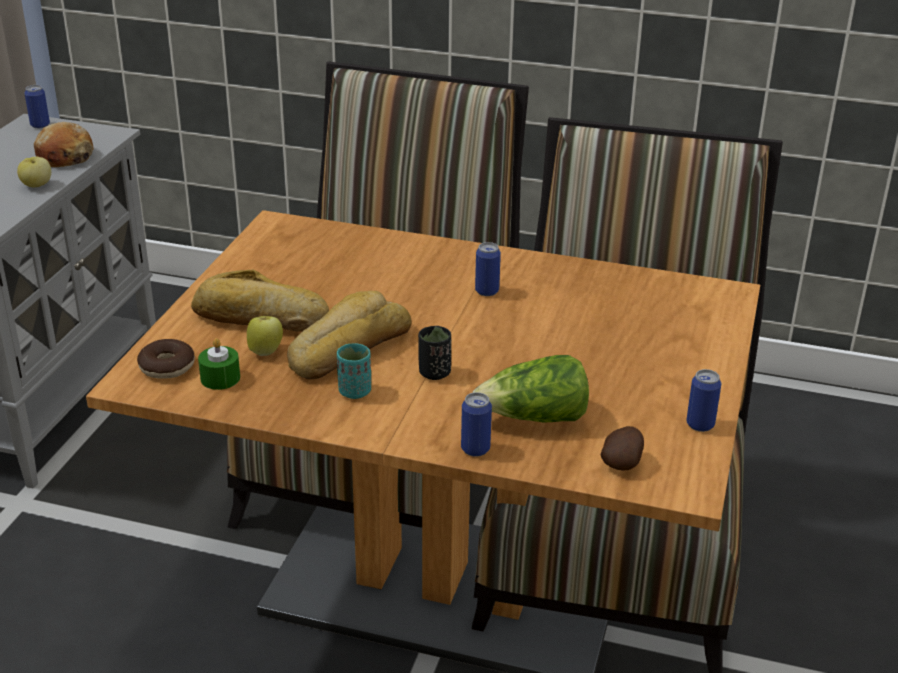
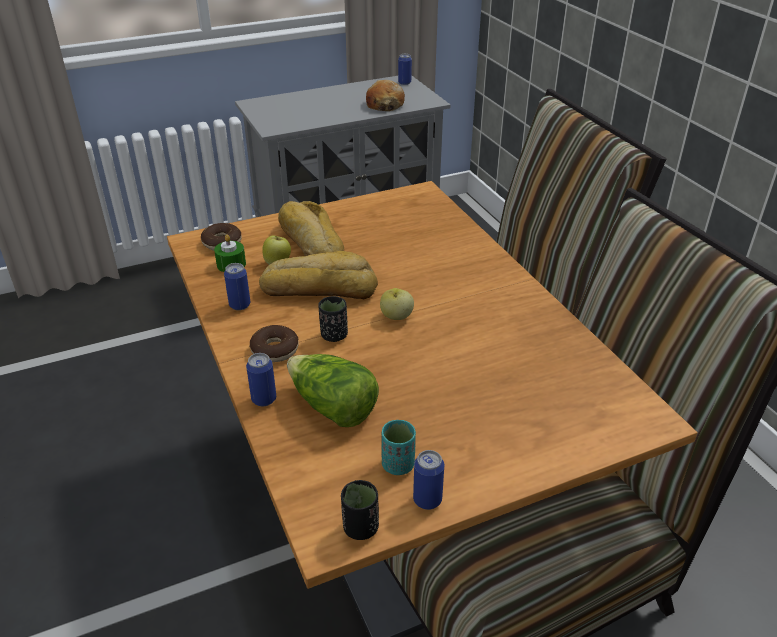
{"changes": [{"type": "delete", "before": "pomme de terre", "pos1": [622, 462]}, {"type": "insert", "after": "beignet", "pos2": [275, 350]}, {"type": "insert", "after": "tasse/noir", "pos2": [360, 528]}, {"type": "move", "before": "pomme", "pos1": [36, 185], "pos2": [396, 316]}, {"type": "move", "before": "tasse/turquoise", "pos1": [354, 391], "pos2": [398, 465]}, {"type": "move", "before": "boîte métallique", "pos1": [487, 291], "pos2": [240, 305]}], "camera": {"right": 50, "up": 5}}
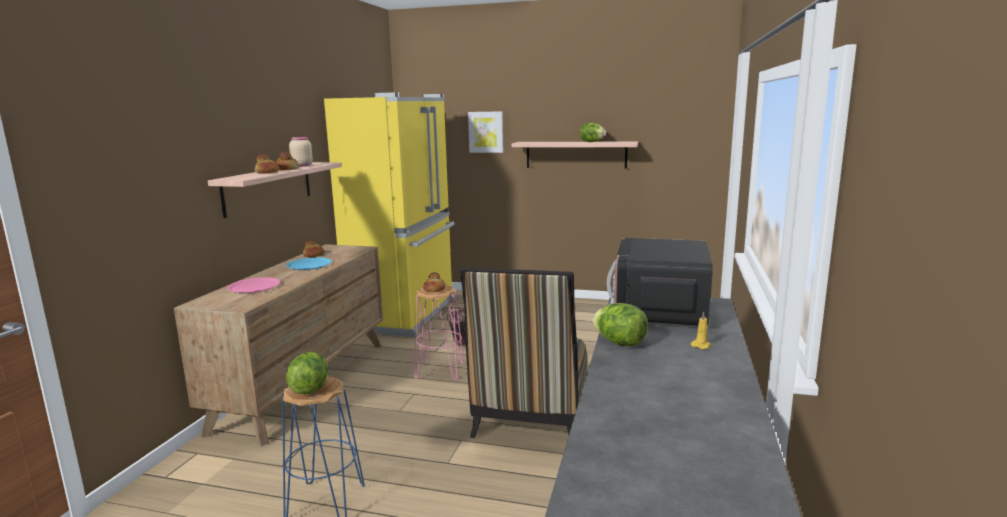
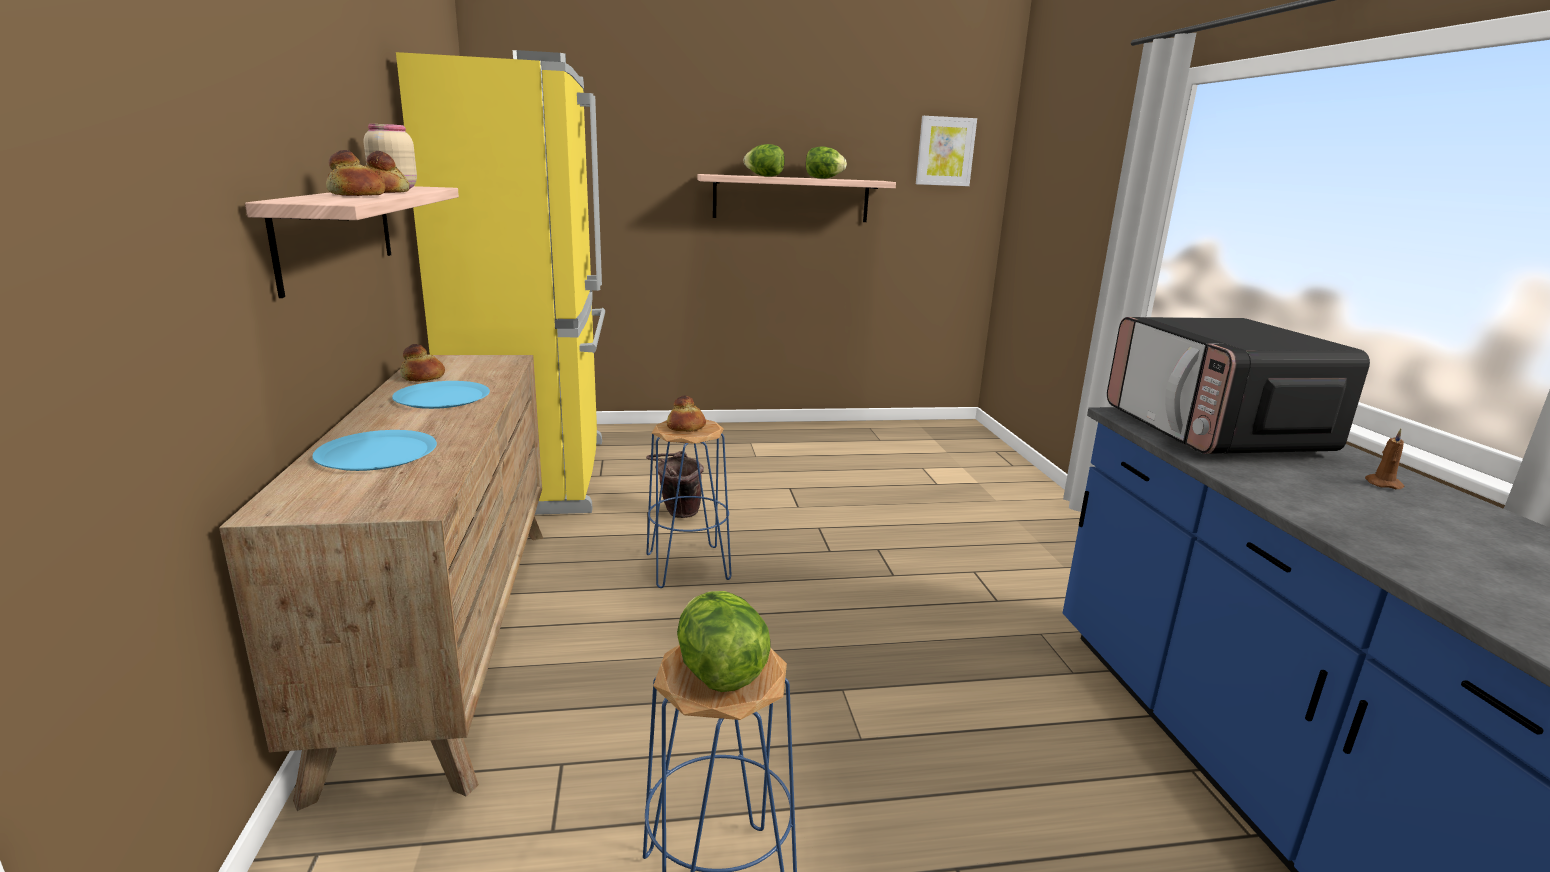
{"changes": [{"type": "delete", "before": "chaise", "pos1": [531, 417]}, {"type": "move", "before": "tableau", "pos1": [486, 132], "pos2": [945, 151]}, {"type": "move", "before": "laitue", "pos1": [619, 343], "pos2": [764, 176]}, {"type": "recolor", "before": "assiette/rose", "after": "assiette/bleu", "pos1": [254, 286], "pos2": [376, 453]}, {"type": "recolor", "before": "tabouret/rose", "after": "tabouret/bleu", "pos1": [440, 370], "pos2": [688, 566]}, {"type": "recolor", "before": "bougie/jaune", "after": "bougie/marron", "pos1": [701, 345], "pos2": [1382, 483]}], "camera": {"right": -25, "up": 5}}
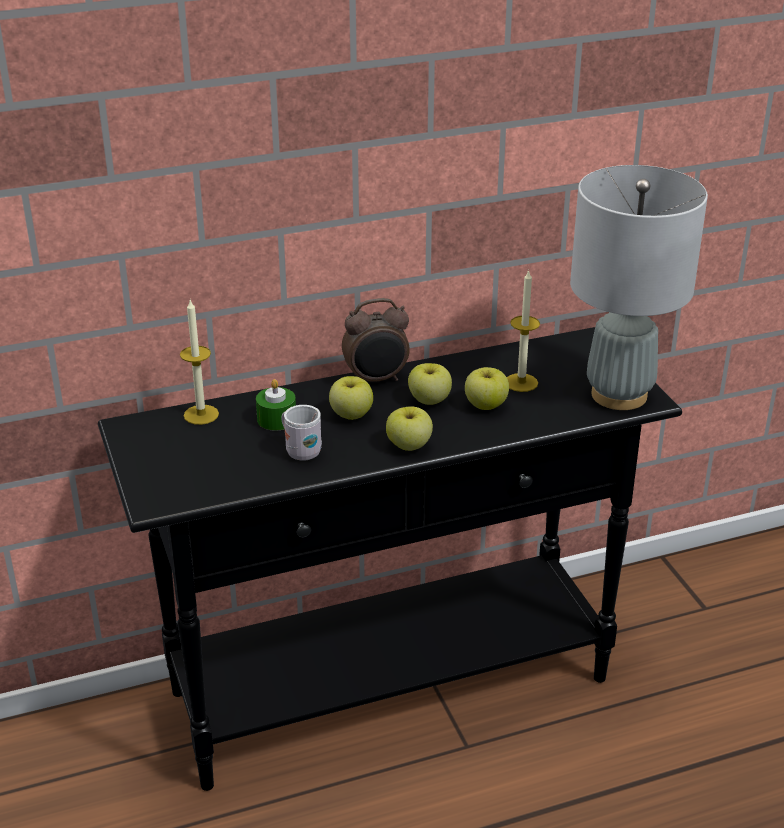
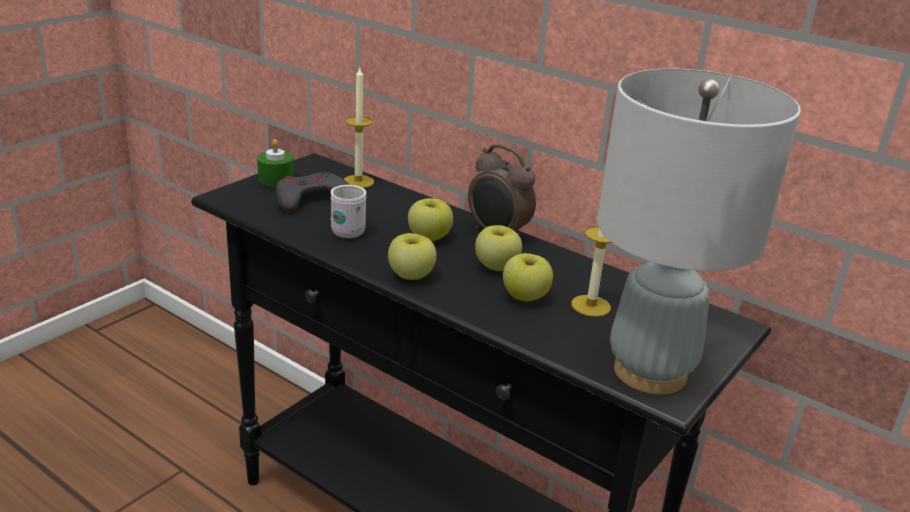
{"changes": [{"type": "insert", "after": "manette/gris", "pos2": [311, 199]}, {"type": "move", "before": "bougie/vert", "pos1": [276, 419], "pos2": [276, 179]}], "camera": {"right": 55, "up": -5}}
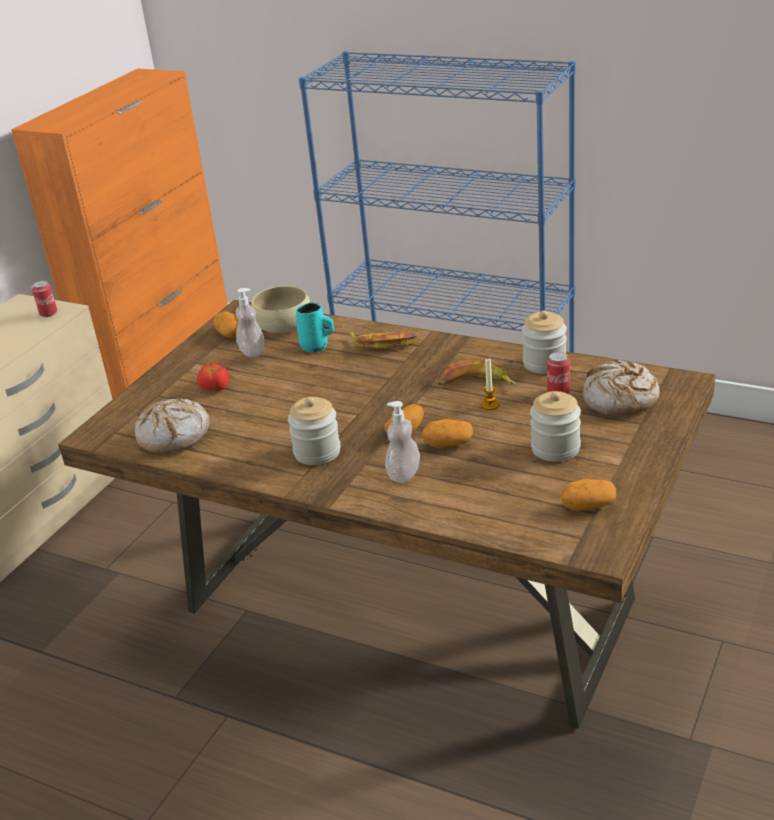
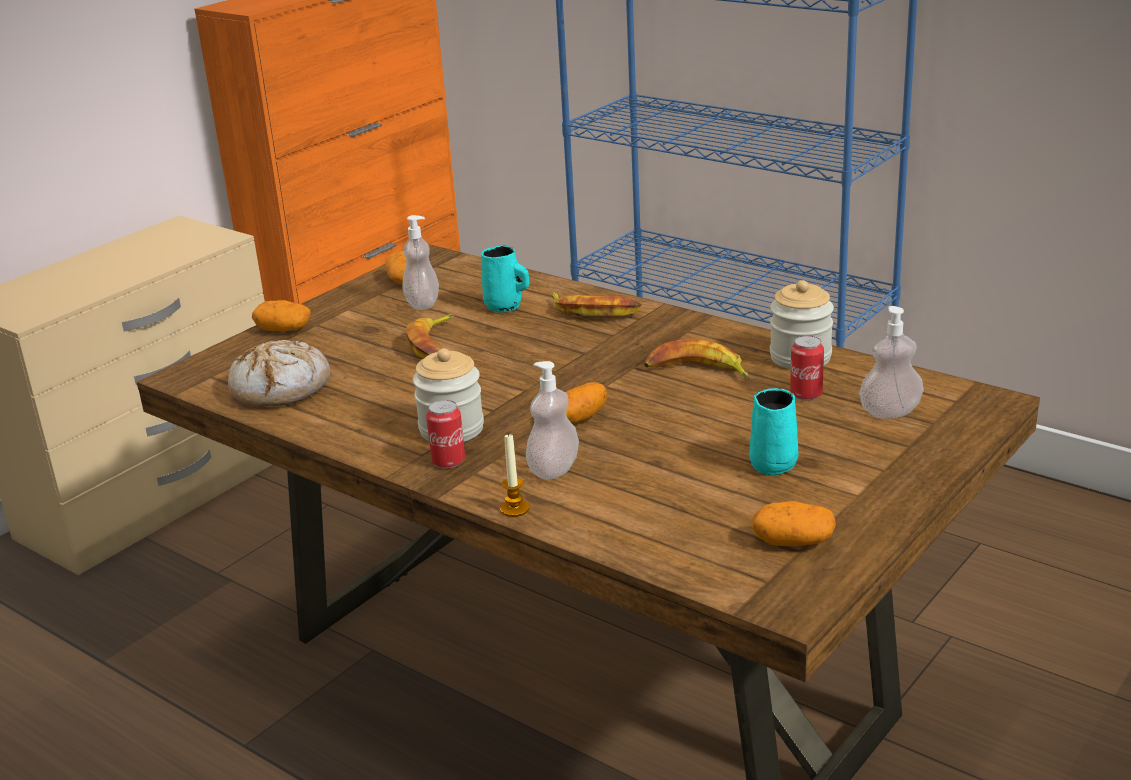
{"changes": [{"type": "delete", "before": "tomate", "pos1": [215, 387]}, {"type": "delete", "before": "bol/beige", "pos1": [283, 325]}, {"type": "insert", "after": "banane", "pos2": [435, 345]}, {"type": "move", "before": "boîte métallique", "pos1": [48, 313], "pos2": [448, 461]}, {"type": "move", "before": "pomme de terre", "pos1": [448, 444], "pos2": [283, 330]}, {"type": "move", "before": "bougie", "pos1": [490, 405], "pos2": [514, 509]}, {"type": "replace", "before": "bocal", "after": "mug/turquoise", "pos1": [555, 448], "pos2": [775, 463]}, {"type": "replace", "before": "pain", "after": "distributeur de savon", "pos1": [620, 399], "pos2": [890, 412]}], "camera": {"right": 10, "up": -5}}
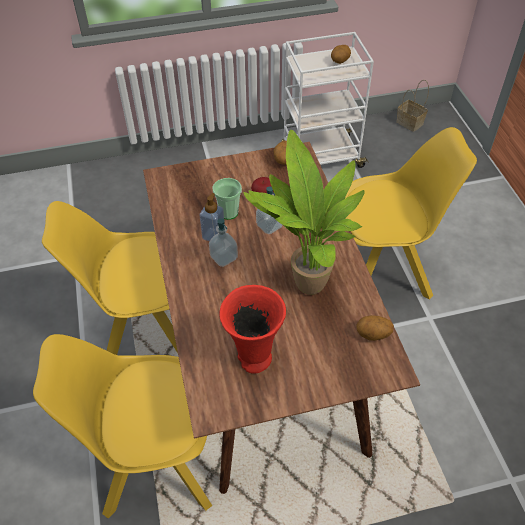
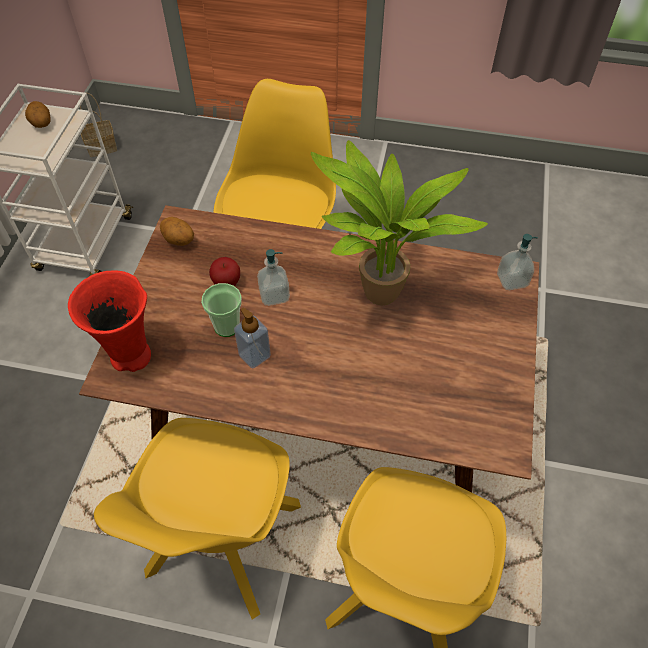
{"changes": [{"type": "delete", "before": "pomme de terre", "pos1": [373, 335]}, {"type": "move", "before": "distributeur de savon", "pos1": [224, 257], "pos2": [512, 280]}, {"type": "move", "before": "vase/rouge", "pos1": [254, 359], "pos2": [132, 357]}], "camera": {"right": -65, "up": 5}}
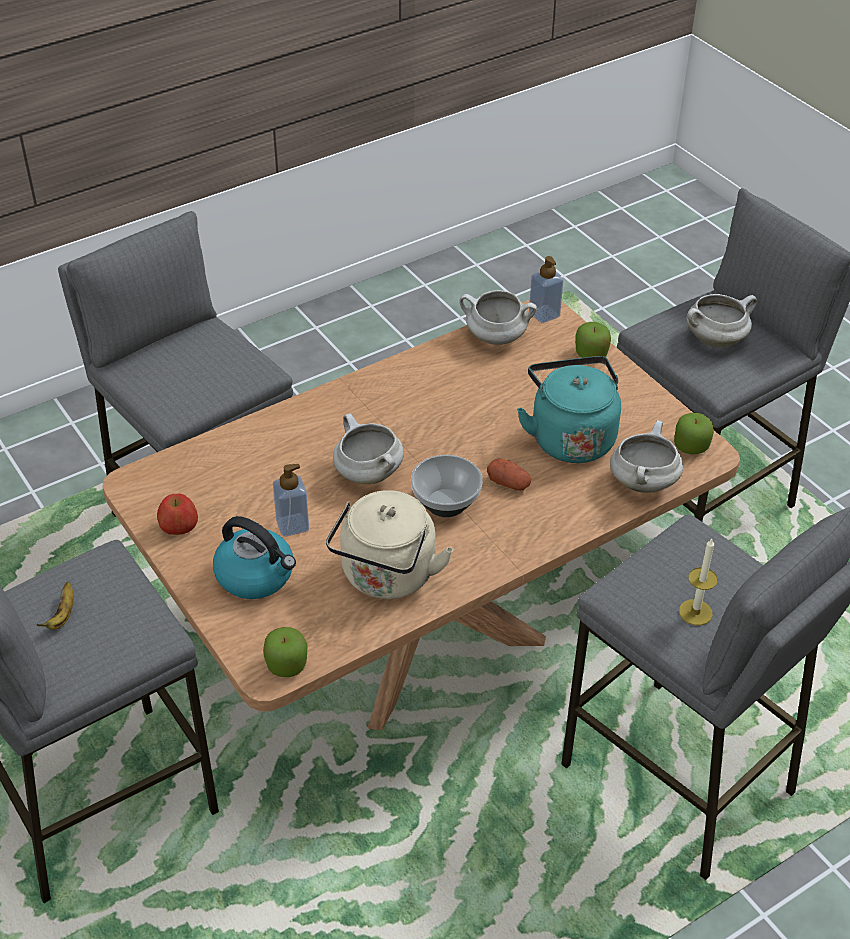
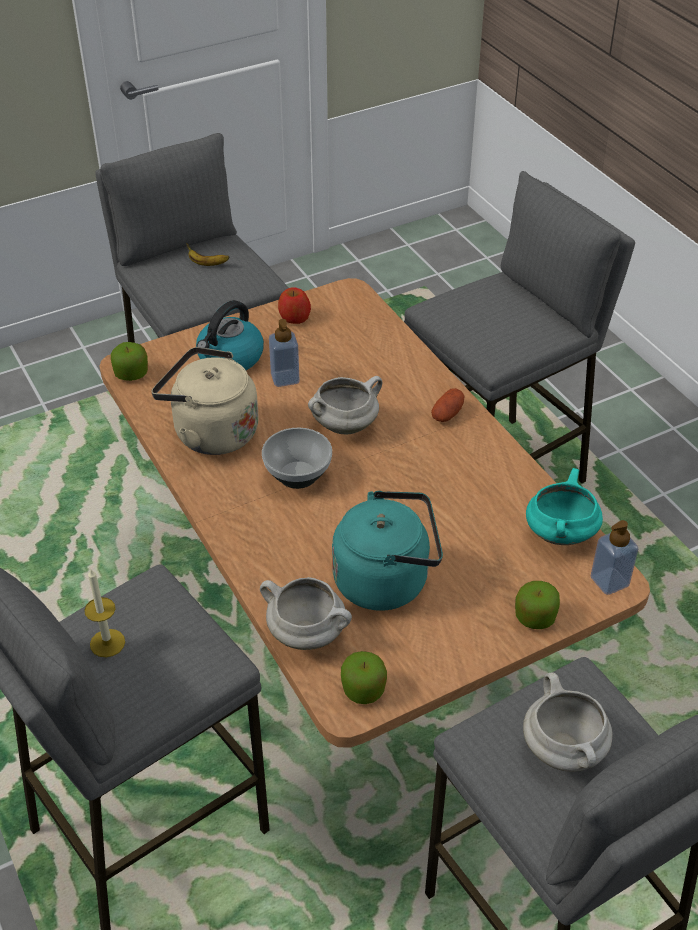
{"changes": [{"type": "move", "before": "pomme de terre", "pos1": [508, 483], "pos2": [447, 414]}, {"type": "recolor", "before": "marmite/blanc", "after": "marmite/turquoise", "pos1": [495, 338], "pos2": [560, 533]}], "camera": {"right": 95, "up": 0}}
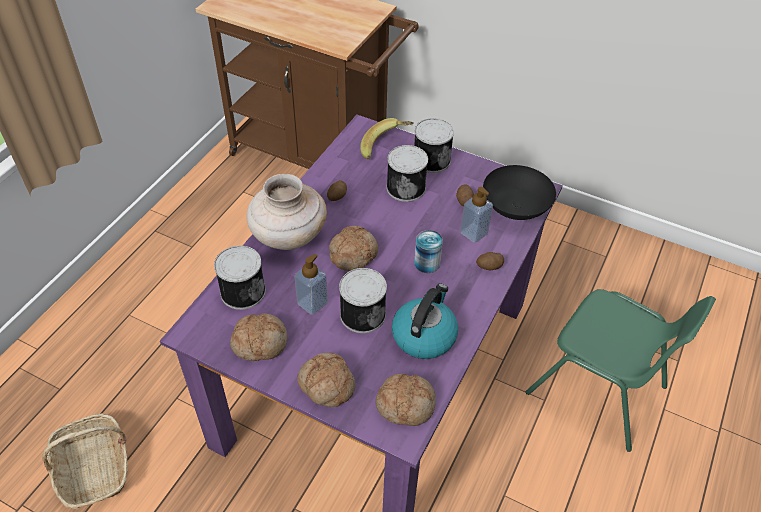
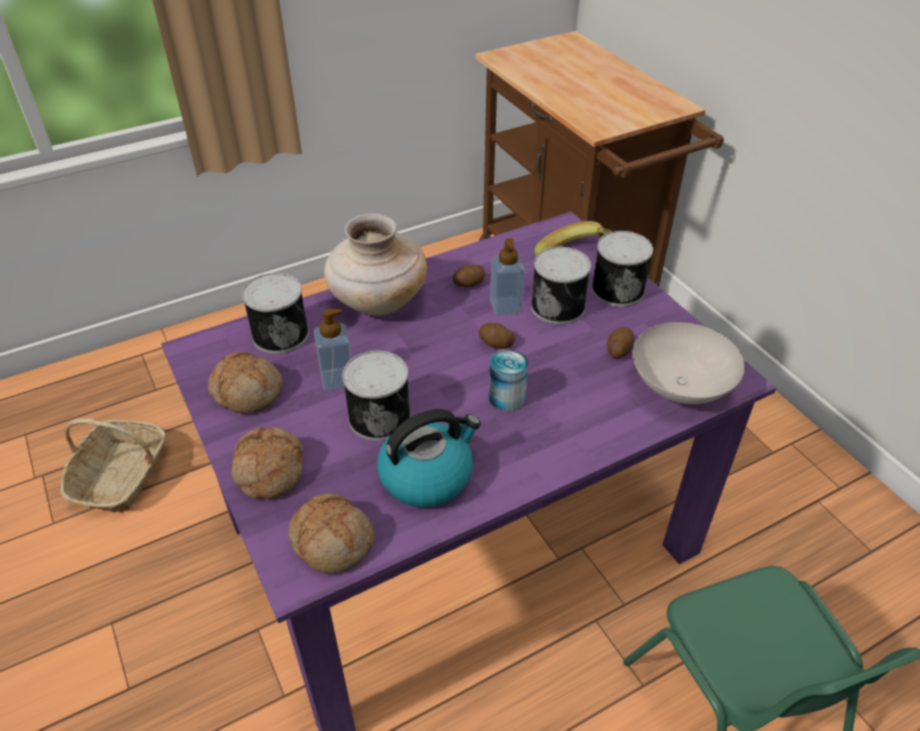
{"changes": [{"type": "delete", "before": "pain", "pos1": [353, 253]}, {"type": "move", "before": "distributeur de savon", "pos1": [474, 233], "pos2": [505, 306]}, {"type": "move", "before": "pomme de terre", "pos1": [489, 266], "pos2": [495, 344]}, {"type": "recolor", "before": "bol/noir", "after": "bol/blanc", "pos1": [515, 209], "pos2": [679, 388]}], "camera": {"right": 35, "up": -5}}
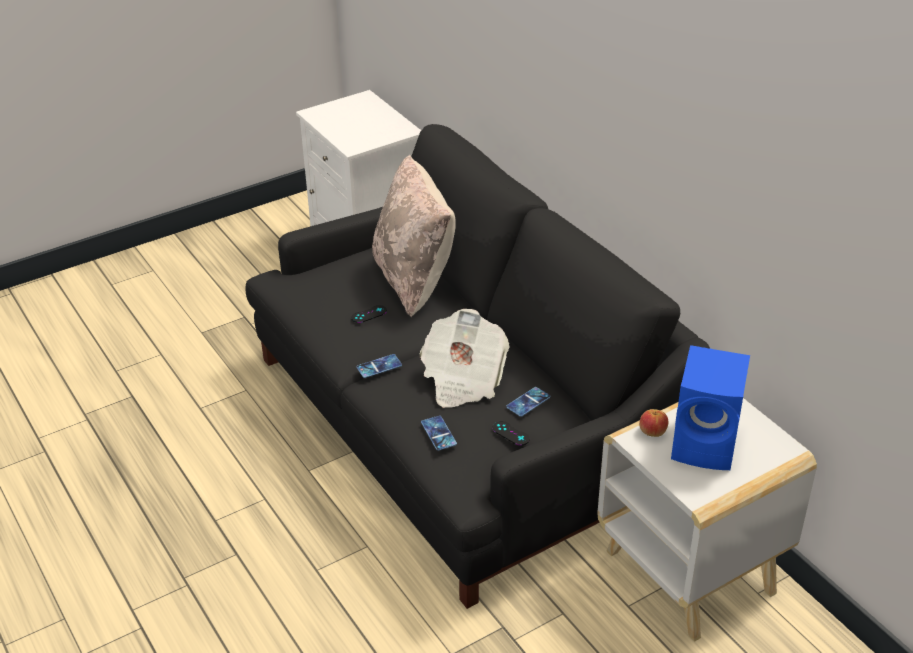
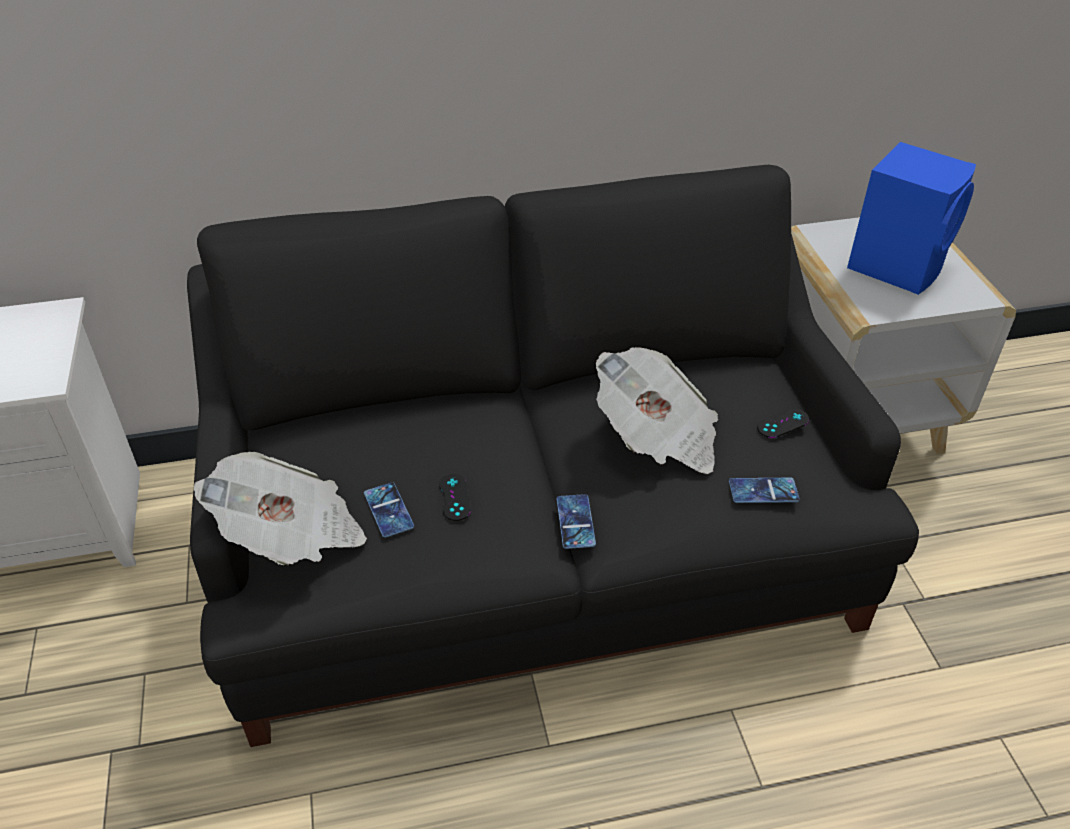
{"changes": [{"type": "delete", "before": "coussin/beige", "pos1": [414, 280]}, {"type": "delete", "before": "pomme", "pos1": [652, 431]}, {"type": "insert", "after": "journal", "pos2": [291, 535]}, {"type": "move", "before": "téléphone", "pos1": [528, 402], "pos2": [388, 510]}], "camera": {"right": -70, "up": 5}}
